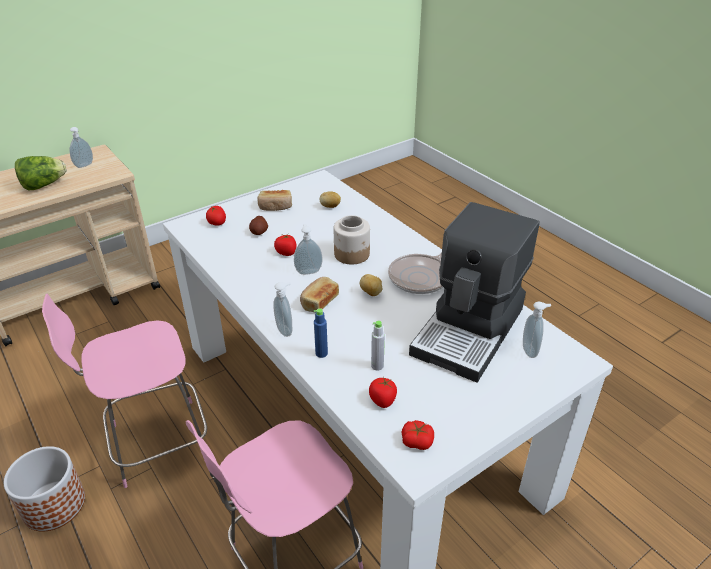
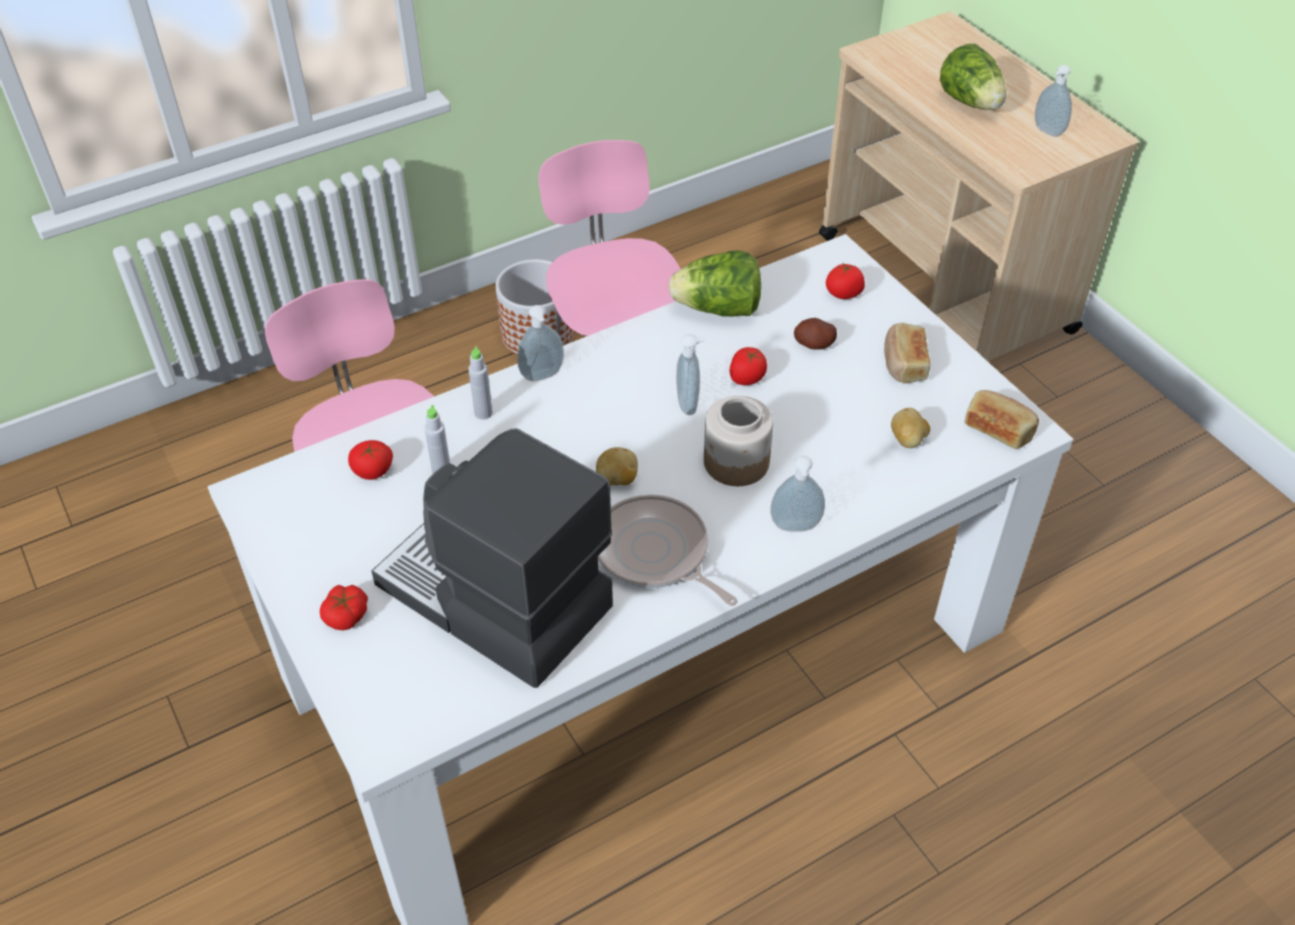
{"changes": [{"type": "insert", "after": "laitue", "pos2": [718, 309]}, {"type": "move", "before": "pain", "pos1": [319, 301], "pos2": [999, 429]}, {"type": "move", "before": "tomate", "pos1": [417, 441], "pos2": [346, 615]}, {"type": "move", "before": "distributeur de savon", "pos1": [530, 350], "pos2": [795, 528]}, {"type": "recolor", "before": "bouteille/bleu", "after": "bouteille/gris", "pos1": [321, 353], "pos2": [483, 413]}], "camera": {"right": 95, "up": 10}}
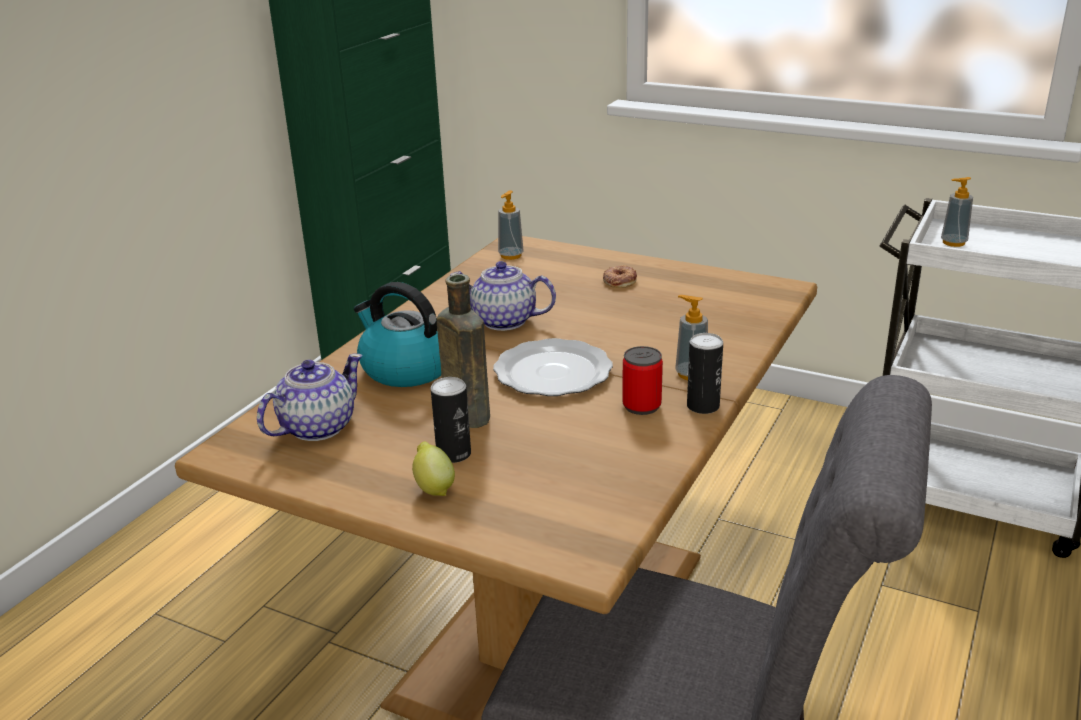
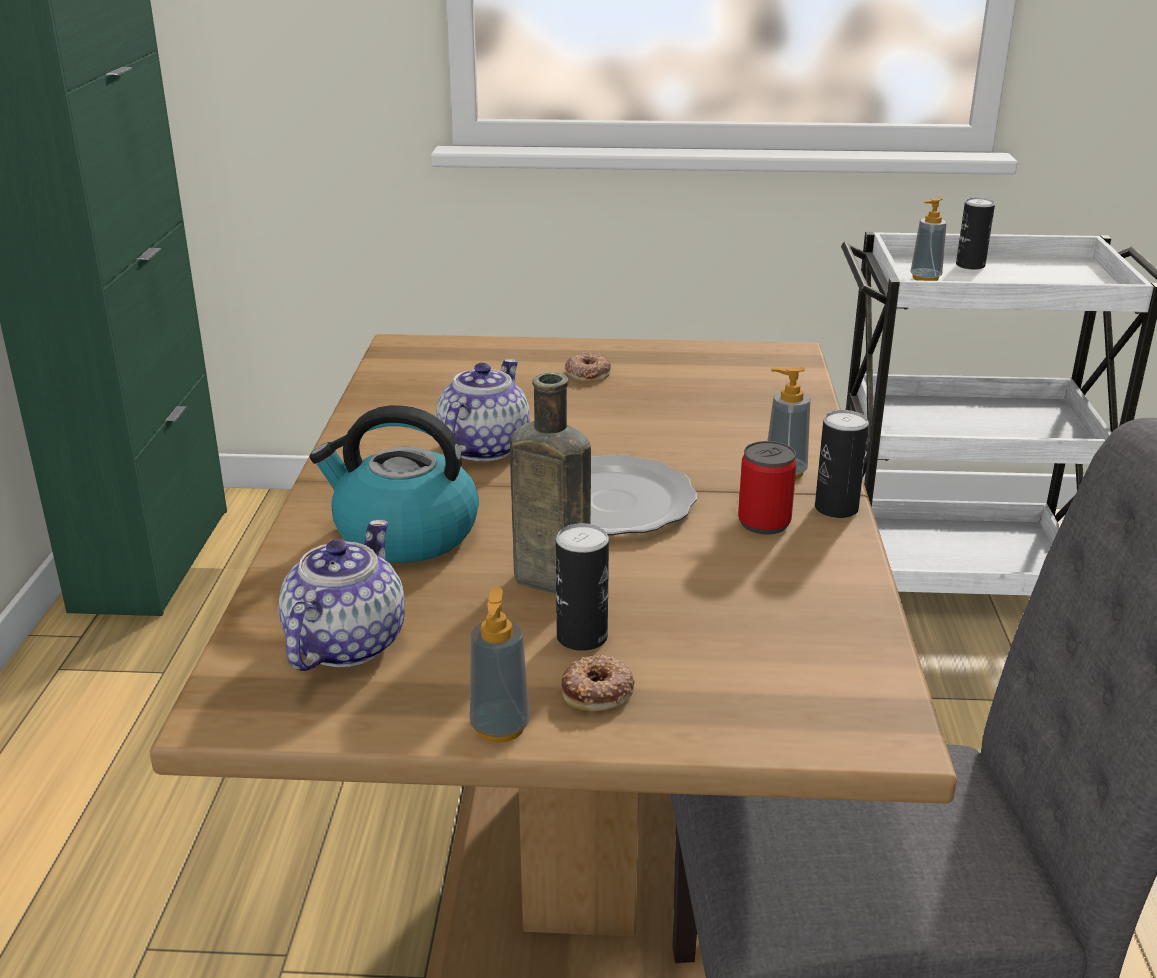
{"changes": [{"type": "insert", "after": "boîte métallique", "pos2": [970, 265]}, {"type": "move", "before": "distributeur de savon", "pos1": [511, 255], "pos2": [500, 727]}, {"type": "replace", "before": "citron", "after": "beignet", "pos1": [434, 488], "pos2": [598, 690]}, {"type": "rotate", "before": "théière", "pos1": [503, 321], "pos2": [483, 447], "turn": 120}], "camera": {"right": -25, "up": 0}}
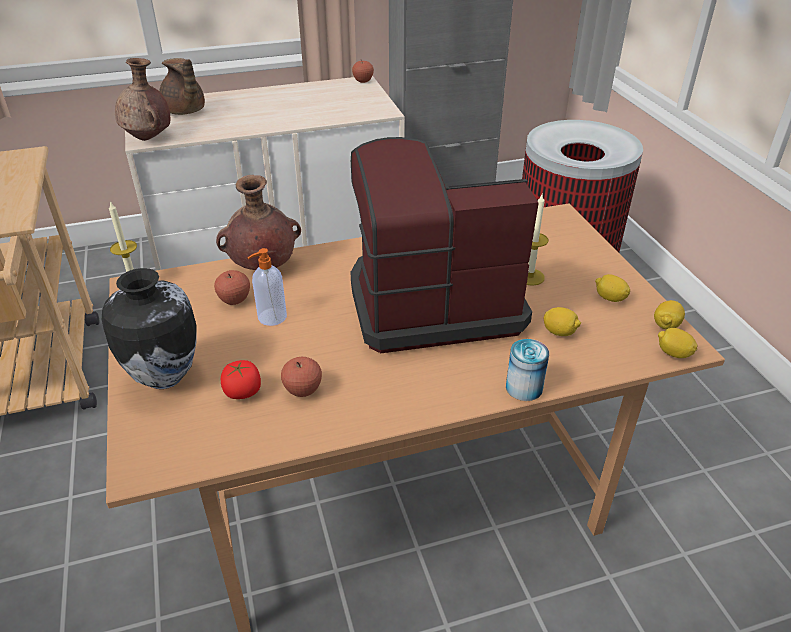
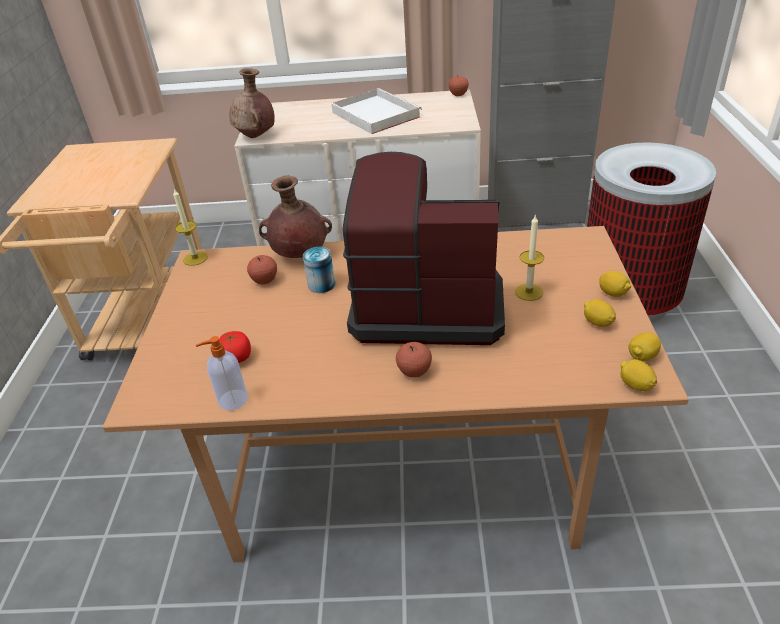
{"changes": [{"type": "delete", "before": "vase", "pos1": [164, 377]}, {"type": "delete", "before": "théière/marron", "pos1": [184, 111]}, {"type": "insert", "after": "plateau/blanc", "pos2": [374, 114]}, {"type": "move", "before": "distributeur de savon", "pos1": [271, 317], "pos2": [232, 400]}, {"type": "move", "before": "pomme", "pos1": [303, 390], "pos2": [414, 371]}, {"type": "move", "before": "boîte métallique", "pos1": [524, 387], "pos2": [321, 284]}, {"type": "move", "before": "citron", "pos1": [559, 332], "pos2": [613, 293]}], "camera": {"right": 20, "up": 0}}
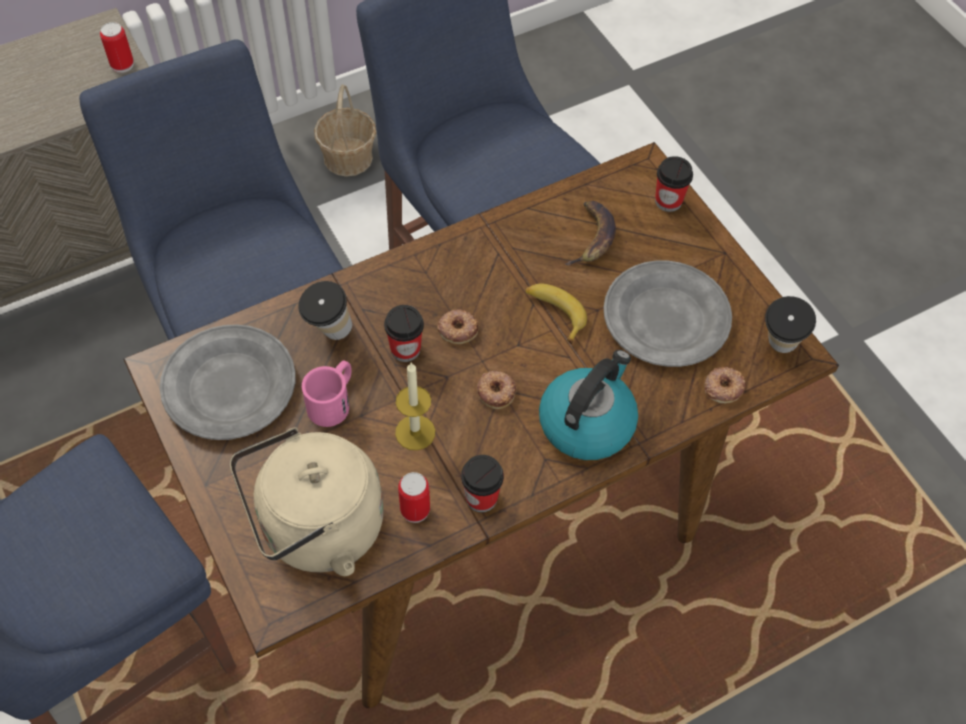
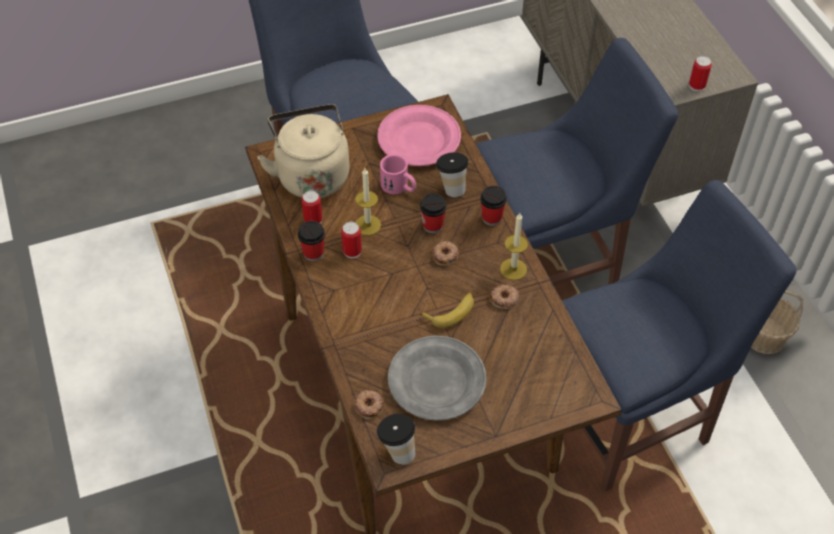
{"changes": [{"type": "delete", "before": "bouilloire", "pos1": [587, 422]}, {"type": "delete", "before": "banane", "pos1": [592, 237]}, {"type": "insert", "after": "boîte métallique", "pos2": [352, 251]}, {"type": "insert", "after": "bougie", "pos2": [513, 269]}, {"type": "move", "before": "beignet", "pos1": [496, 391], "pos2": [504, 299]}, {"type": "move", "before": "tasse", "pos1": [668, 201], "pos2": [491, 218]}, {"type": "recolor", "before": "assiette/gris", "after": "assiette/rose", "pos1": [230, 385], "pos2": [419, 140]}], "camera": {"right": 100, "up": -5}}
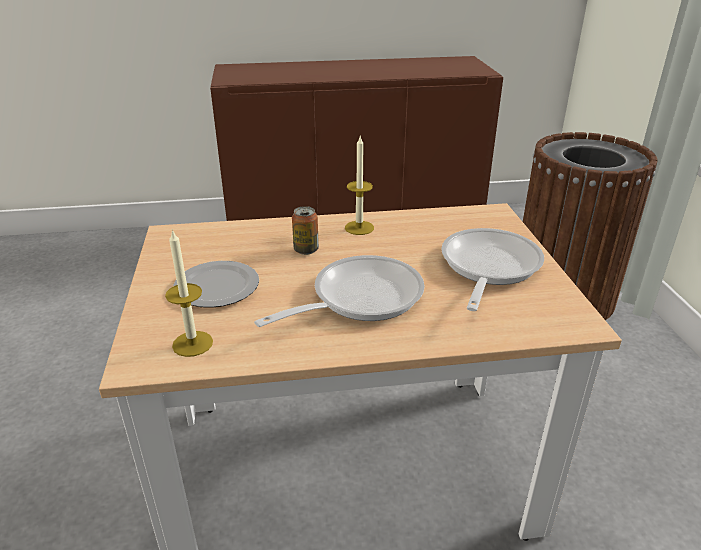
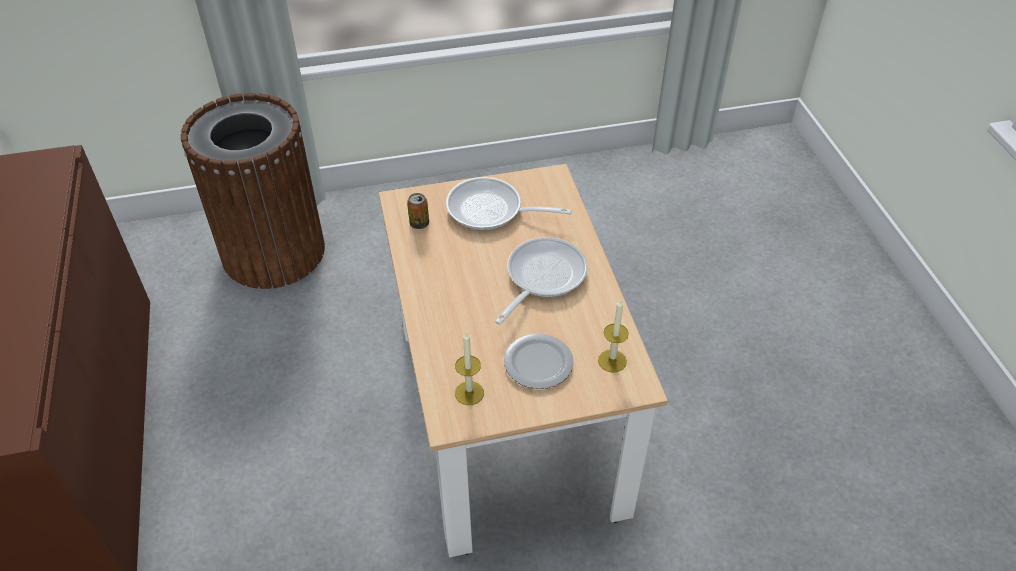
{"changes": [{"type": "move", "before": "boîte métallique", "pos1": [306, 250], "pos2": [419, 224]}, {"type": "move", "before": "bougie", "pos1": [359, 228], "pos2": [469, 393]}, {"type": "rotate", "before": "poêle", "pos1": [358, 298], "pos2": [541, 277], "turn": 75}], "camera": {"right": -95, "up": 15}}
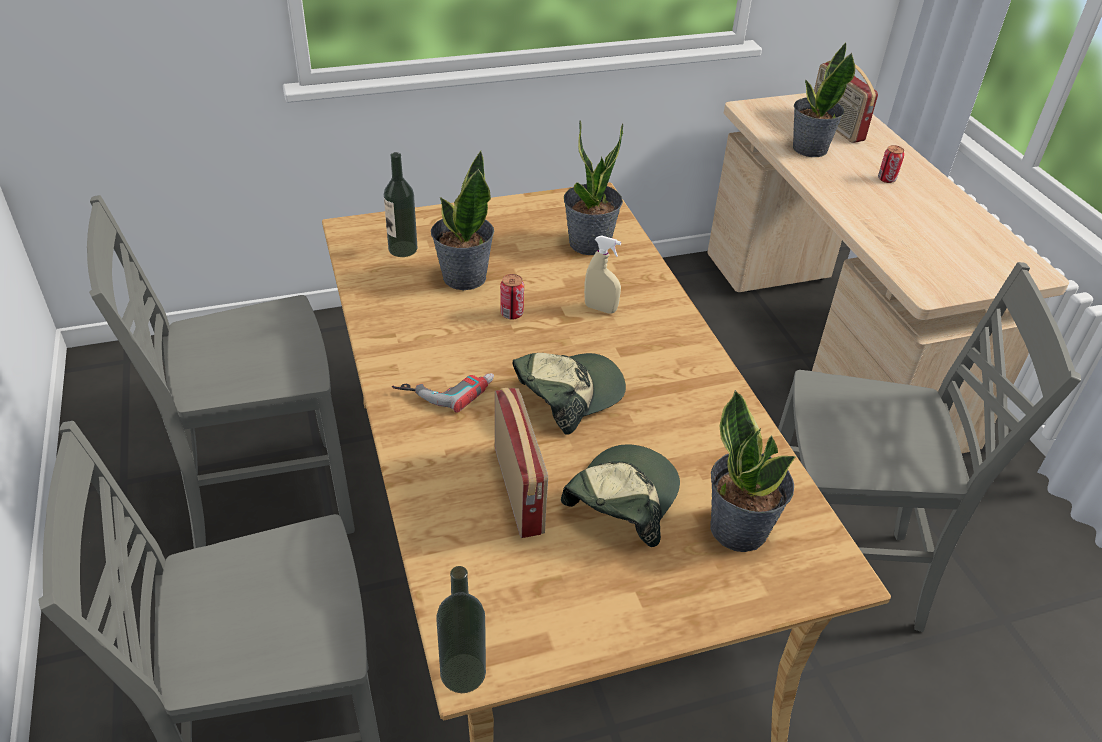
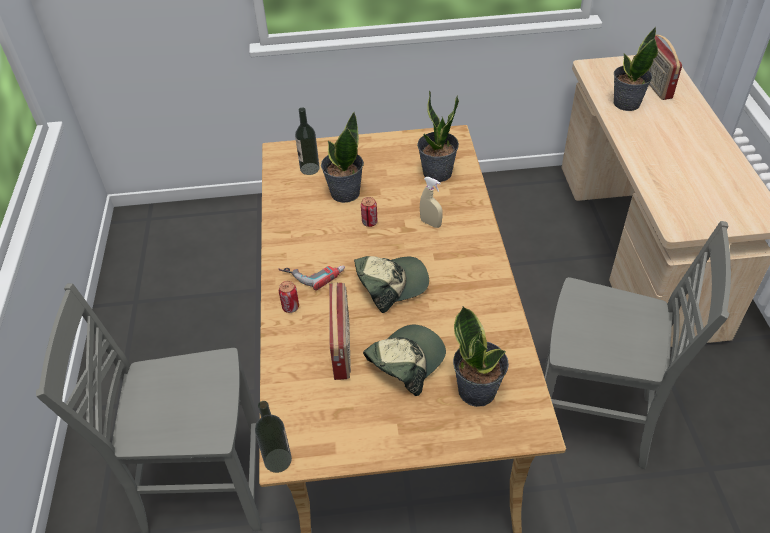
{"changes": [{"type": "delete", "before": "chaise/gris", "pos1": [265, 500]}, {"type": "move", "before": "boîte métallique", "pos1": [886, 179], "pos2": [290, 307]}], "camera": {"right": 15, "up": 5}}
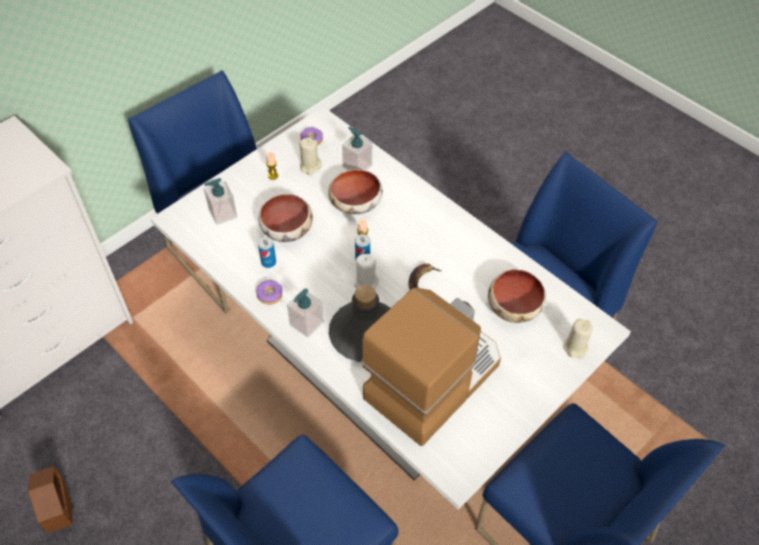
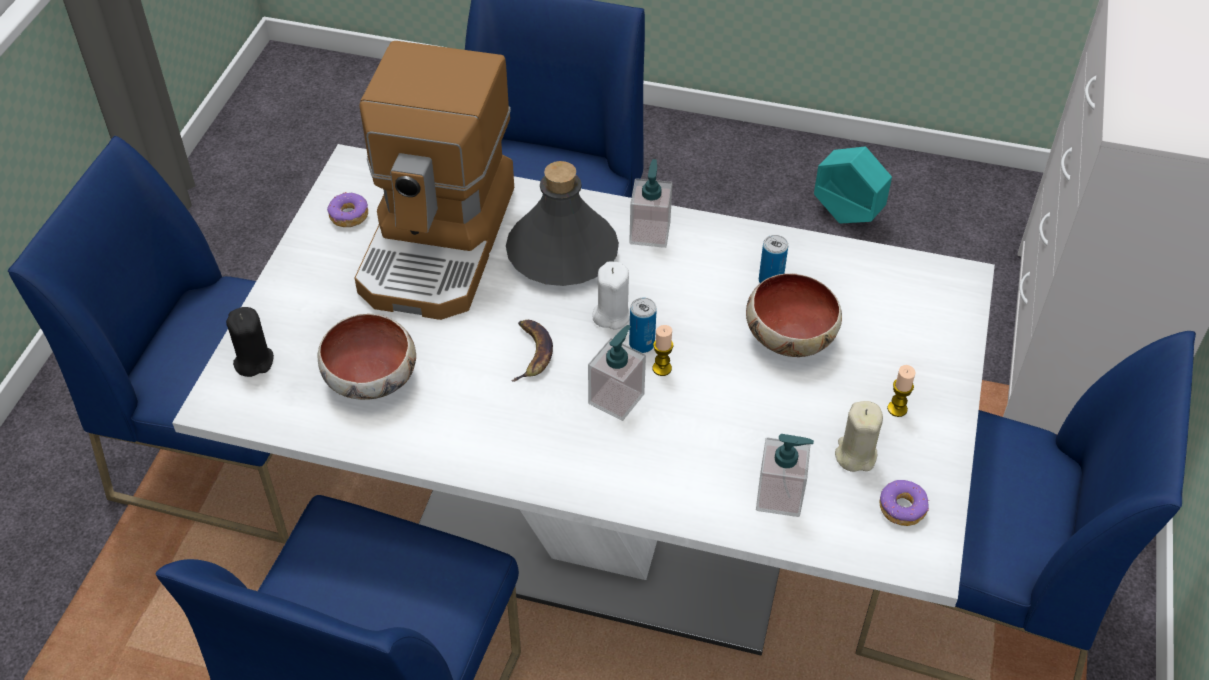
{"changes": [{"type": "delete", "before": "bol", "pos1": [356, 203]}, {"type": "move", "before": "distributeur de savon", "pos1": [223, 214], "pos2": [616, 398]}, {"type": "move", "before": "beignet", "pos1": [270, 295], "pos2": [348, 216]}, {"type": "recolor", "before": "cache-pot/marron", "after": "cache-pot/turquoise", "pos1": [60, 511], "pos2": [846, 215]}, {"type": "recolor", "before": "bougie/beige", "after": "bougie/noir", "pos1": [575, 347], "pos2": [253, 361]}], "camera": {"right": 150, "up": -5}}
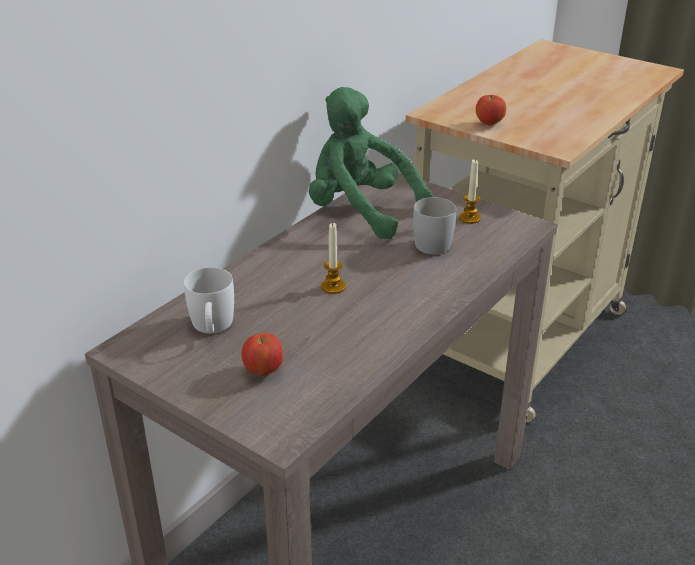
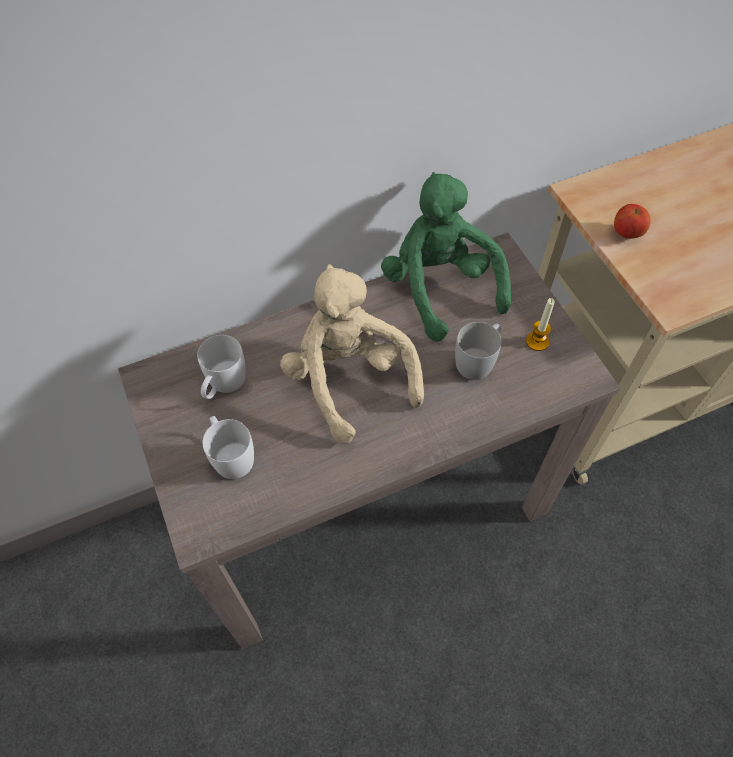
{"changes": [{"type": "replace", "before": "pomme", "after": "mug/blanc", "pos1": [263, 370], "pos2": [230, 455]}, {"type": "replace", "before": "bougie", "after": "peluche/beige", "pos1": [333, 287], "pos2": [349, 379]}], "camera": {"right": 30, "up": 25}}
